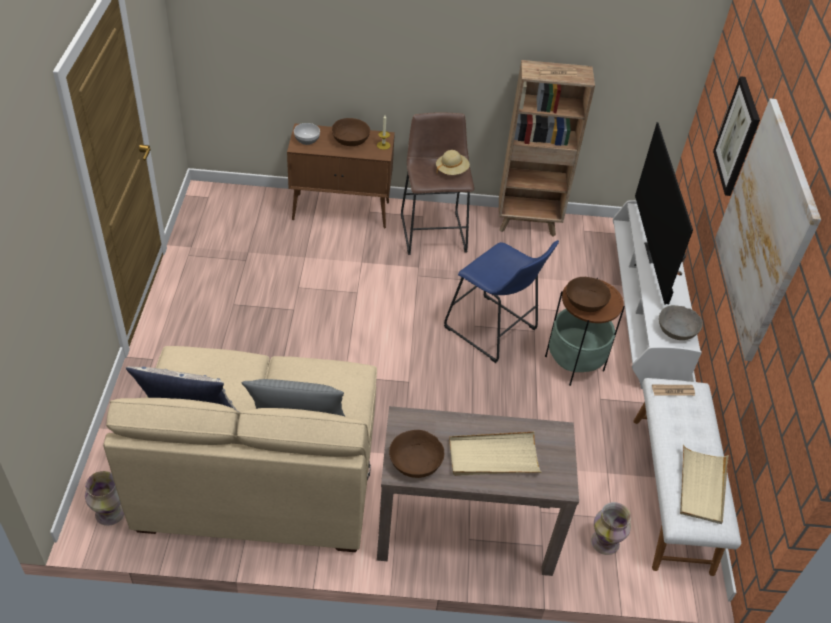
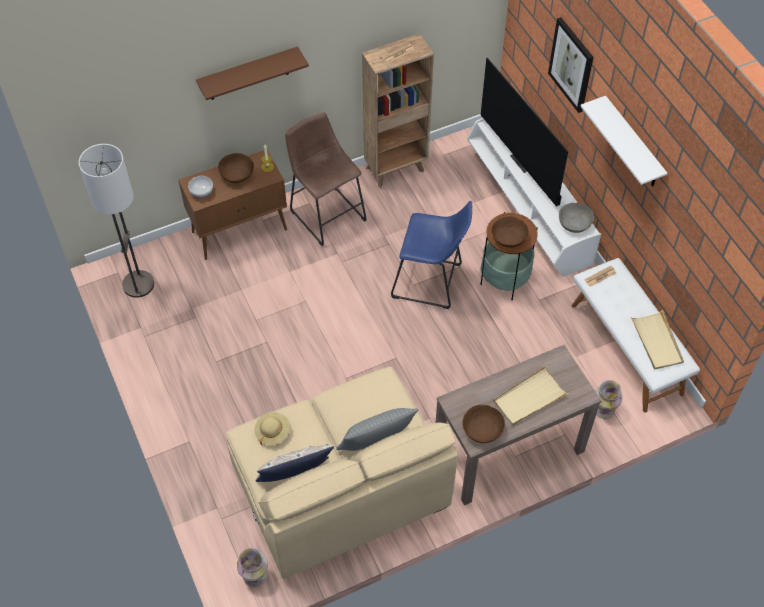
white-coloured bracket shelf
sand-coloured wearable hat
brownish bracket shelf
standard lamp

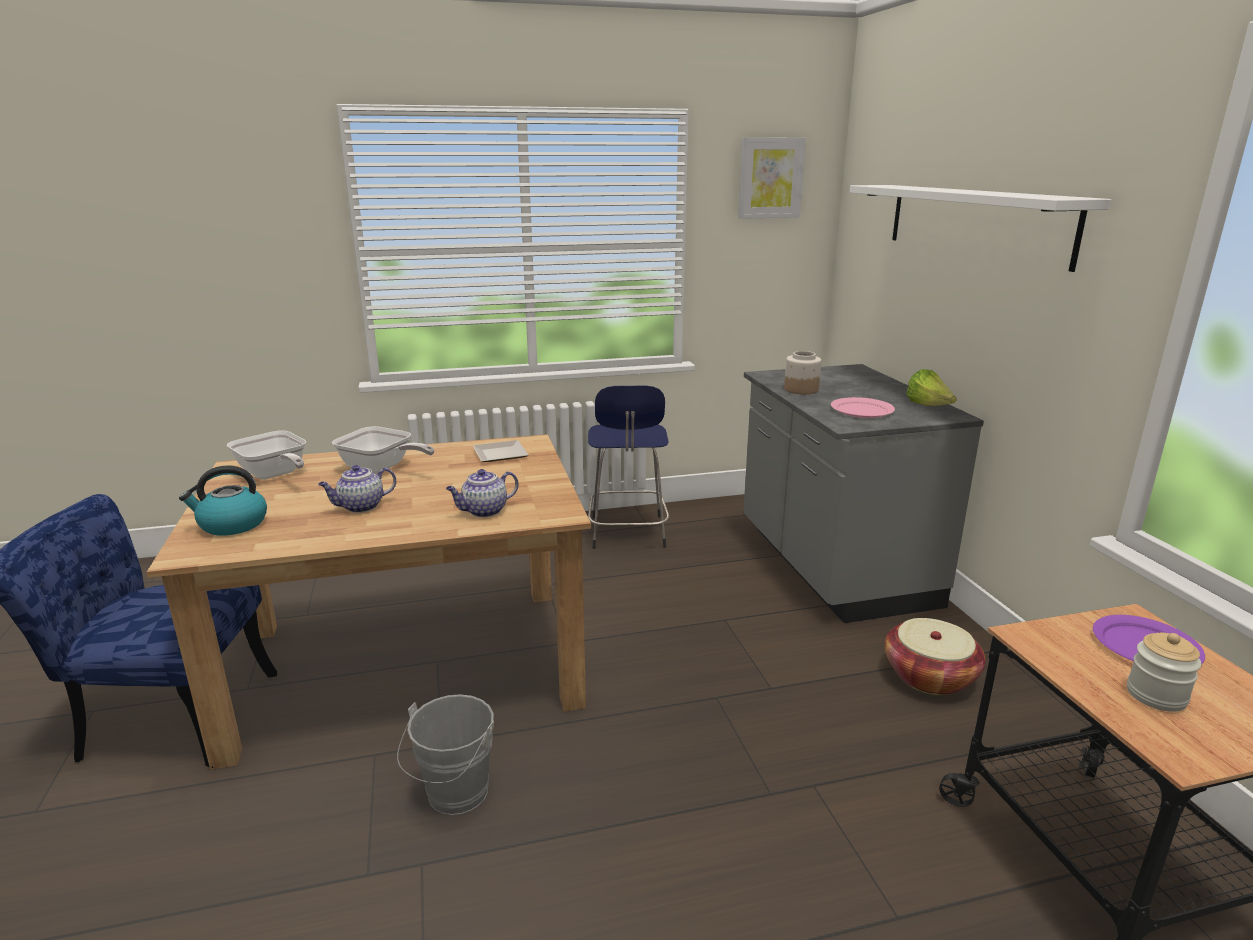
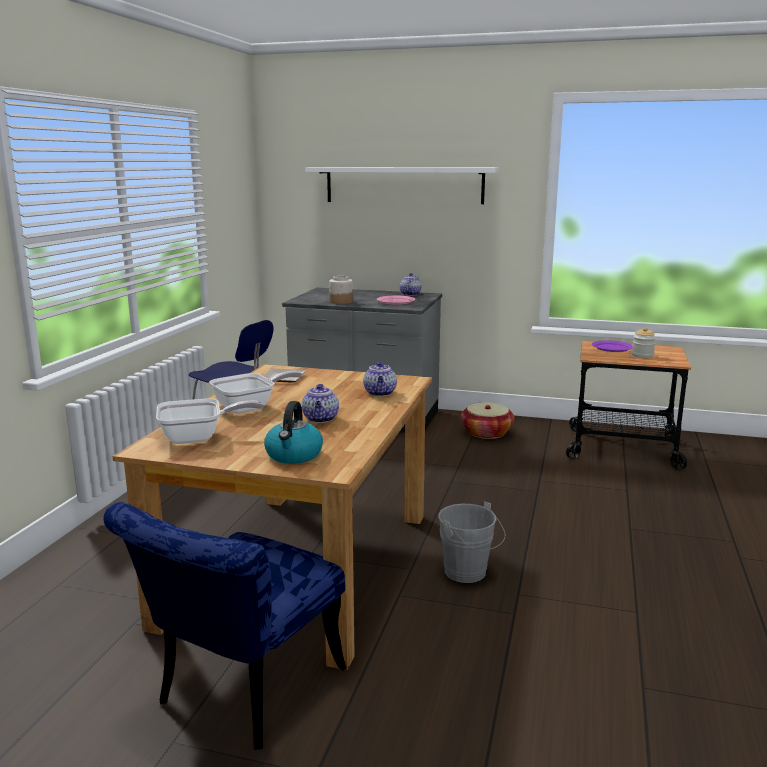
wall picture
teapot (no. 3 from left)

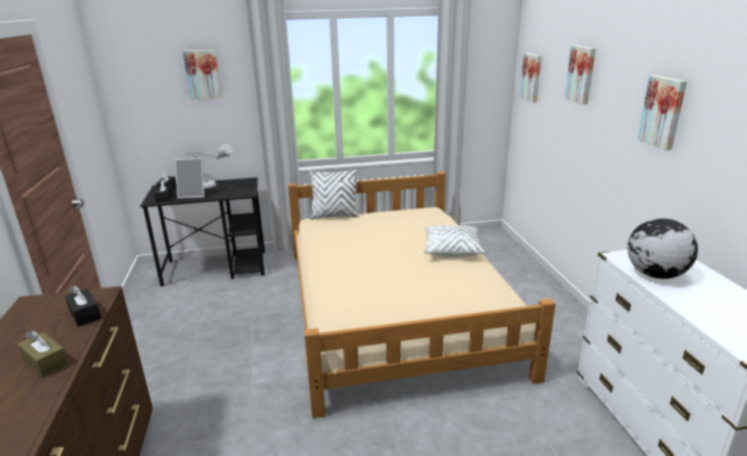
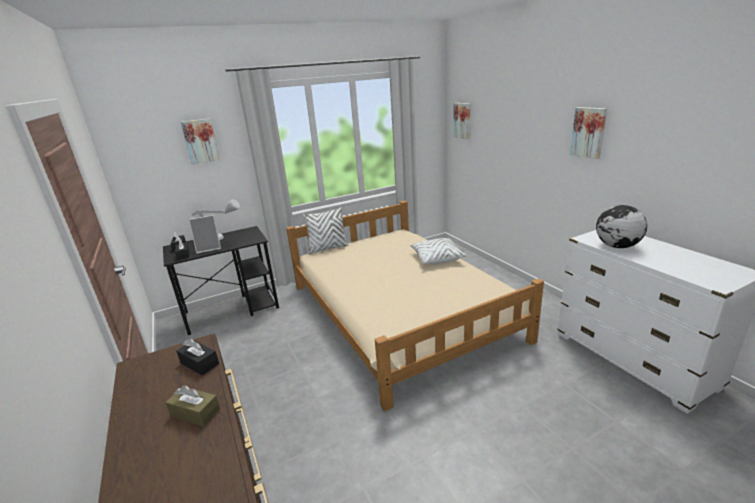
wall picture (no. 3 from left in the first image)

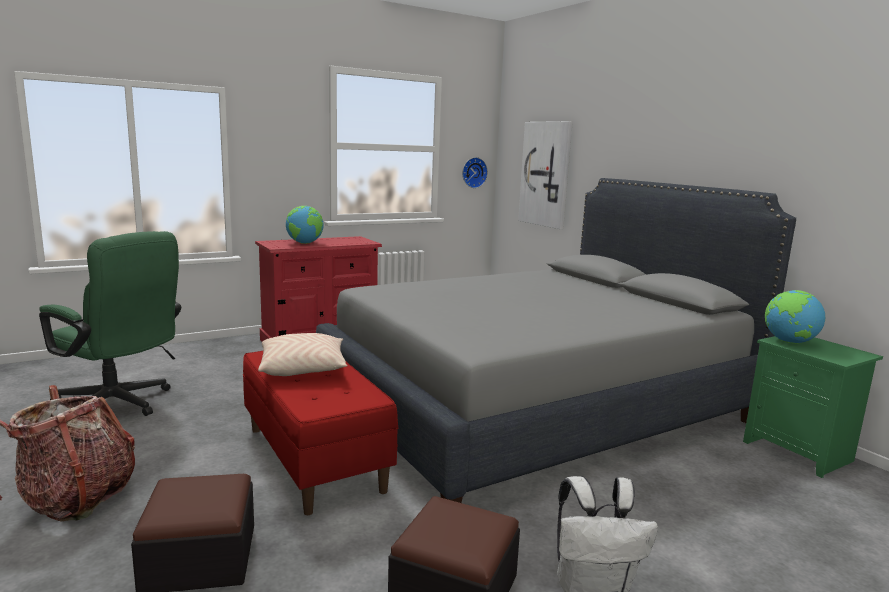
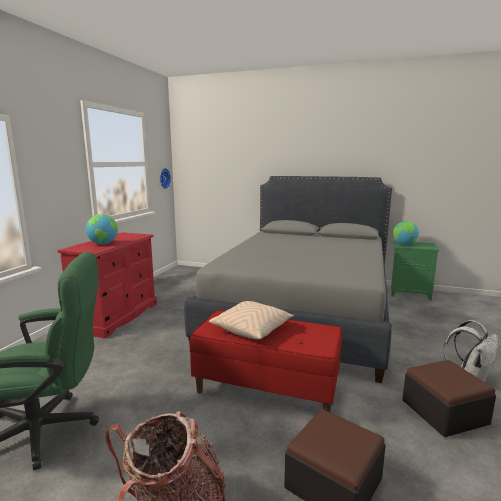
wall picture

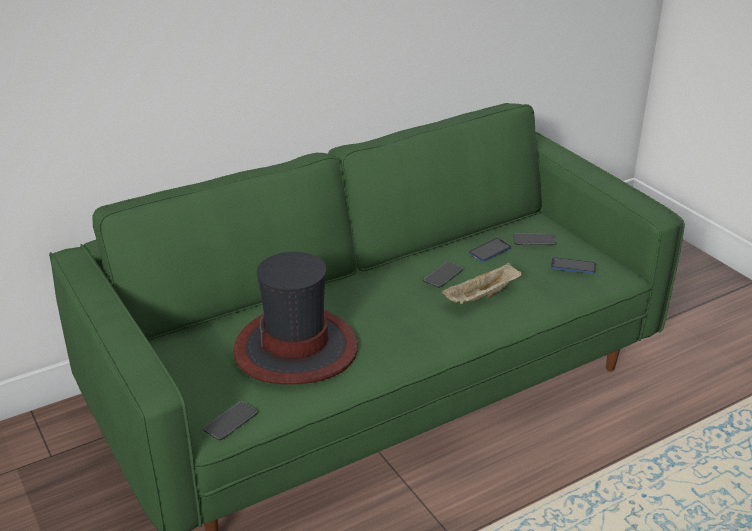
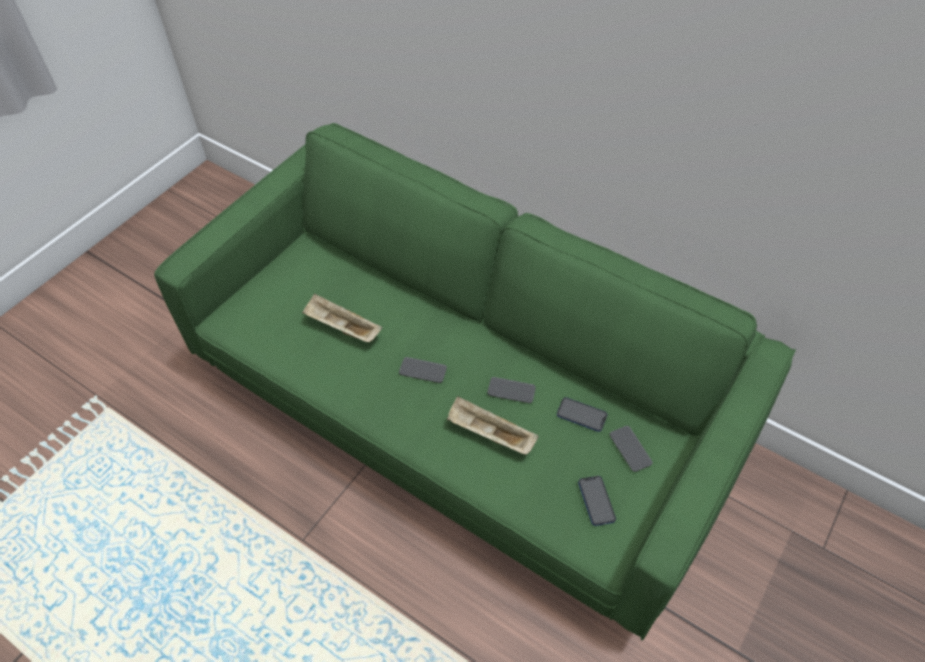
sand-coloured tray (no. 1 from left)
telephone (no. 1 from left)

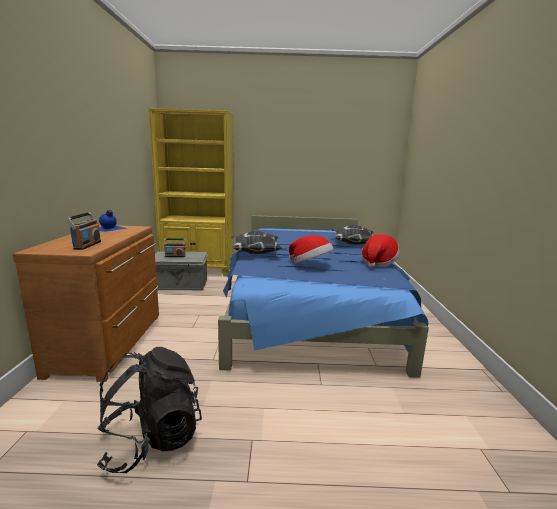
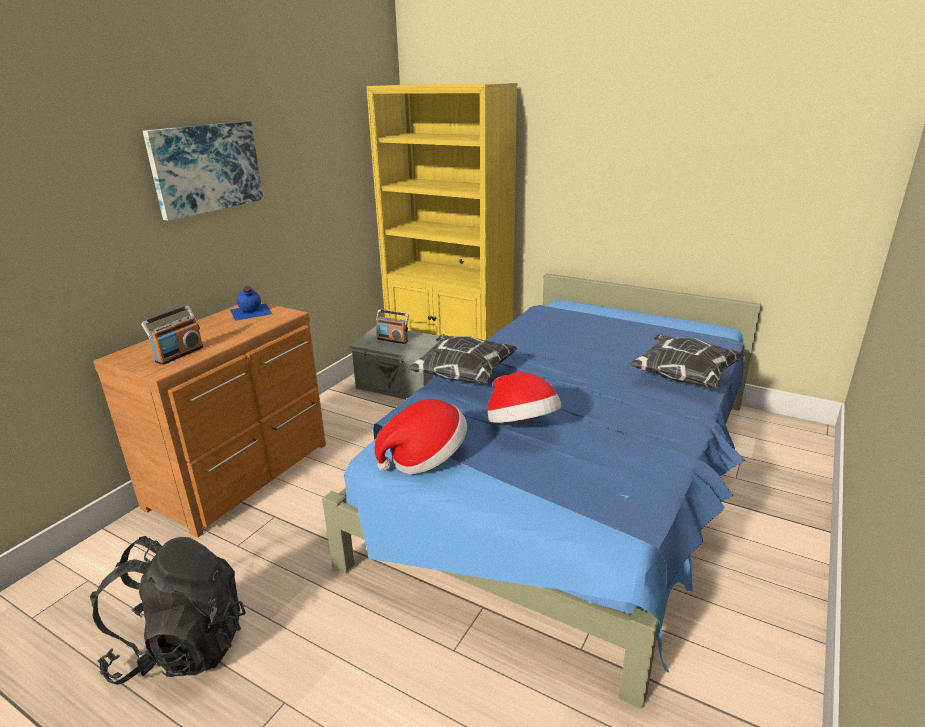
wearable hat (no. 1 from left)
wall picture

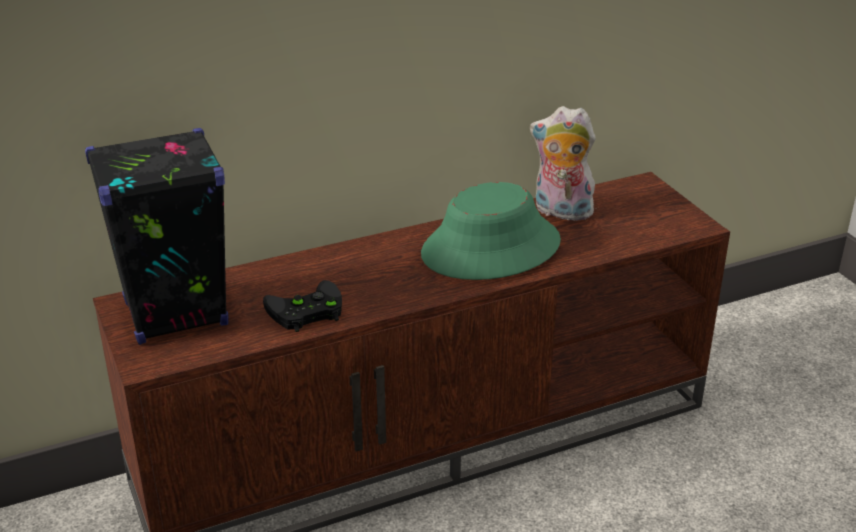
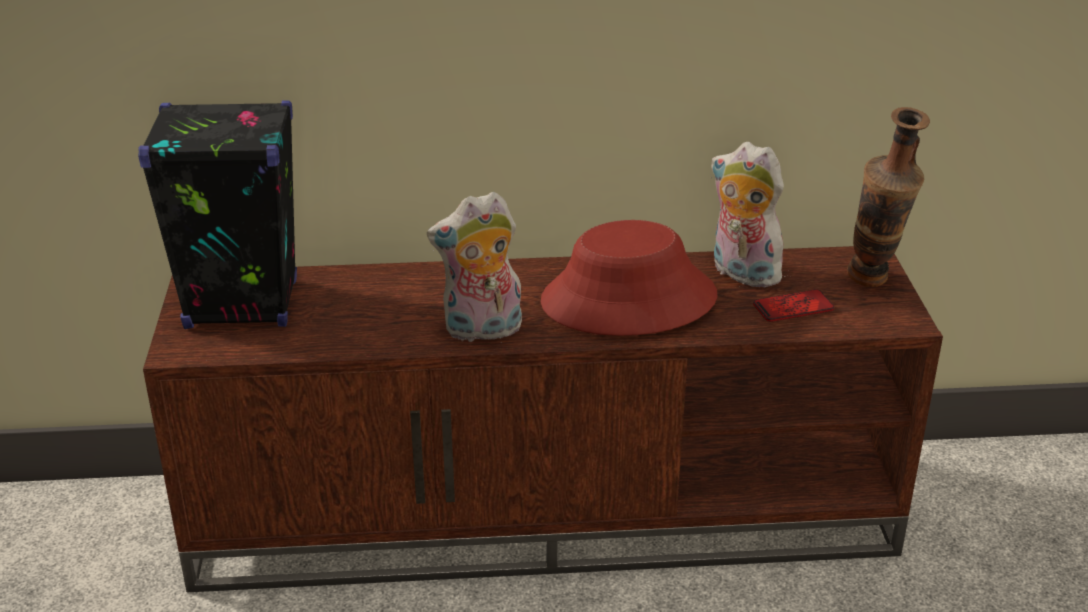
reddish wearable hat
black-coloured game controller
decorative vase
cuddly toy (no. 1 from left)
telephone

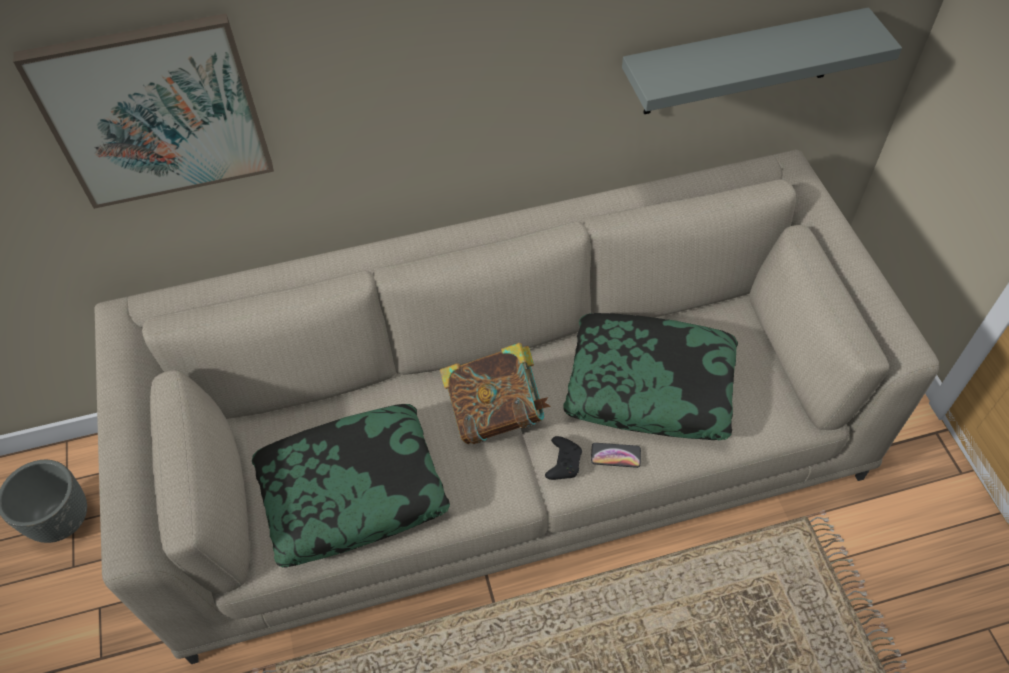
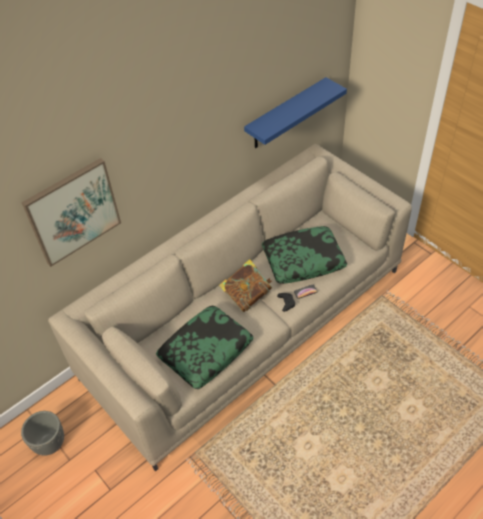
blue bracket shelf

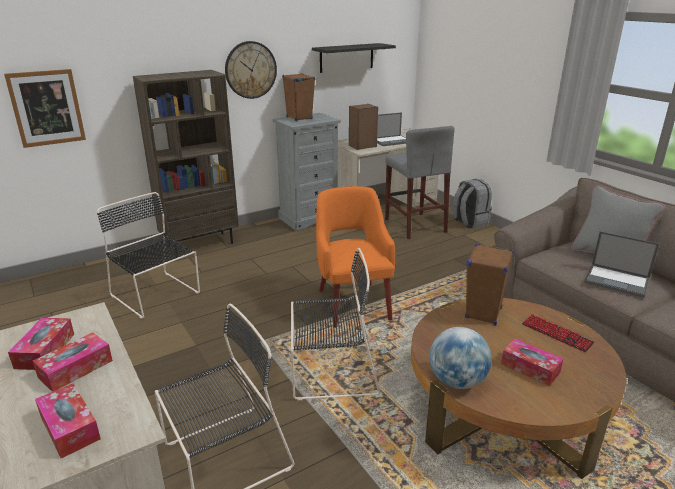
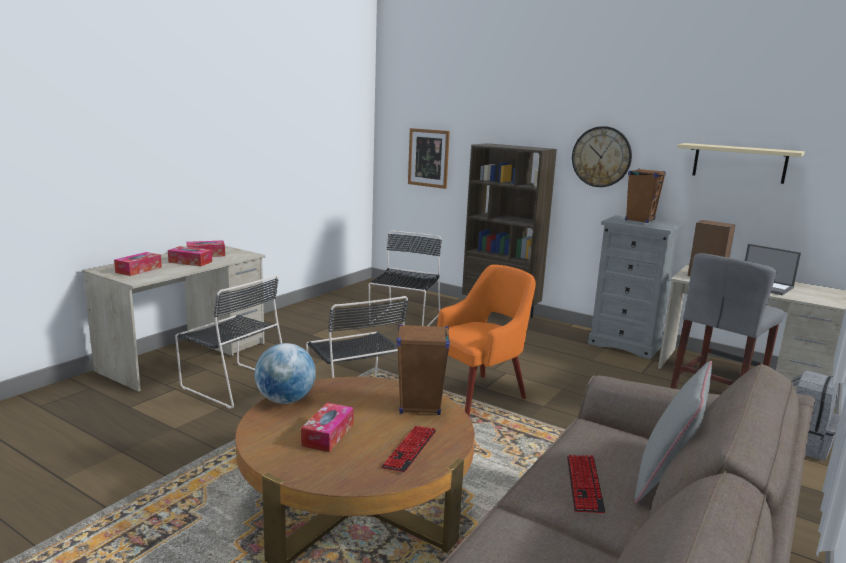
sand-coloured bracket shelf
PC keyboard (no. 2 from left)

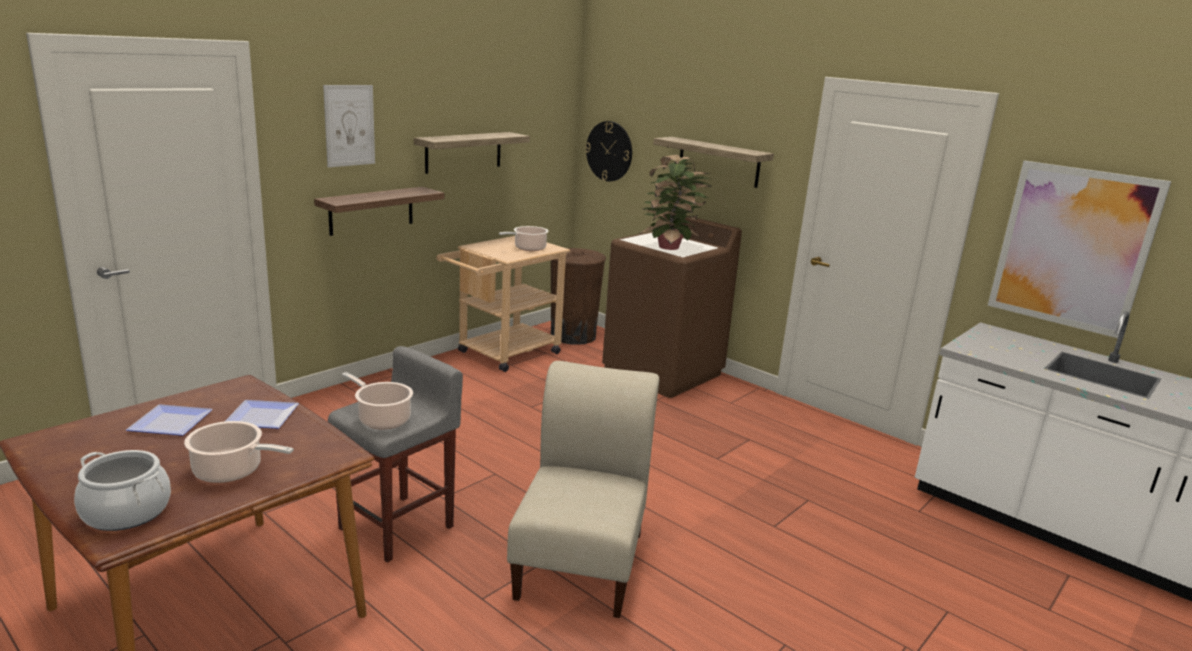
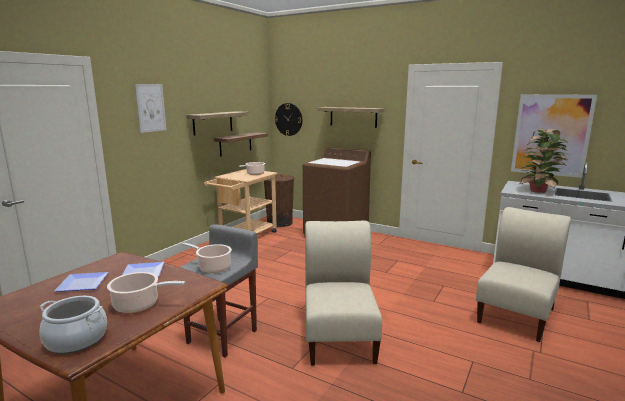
houseplant
bracket shelf (no. 2 from left)
sand-coloured chair (no. 2 from left)

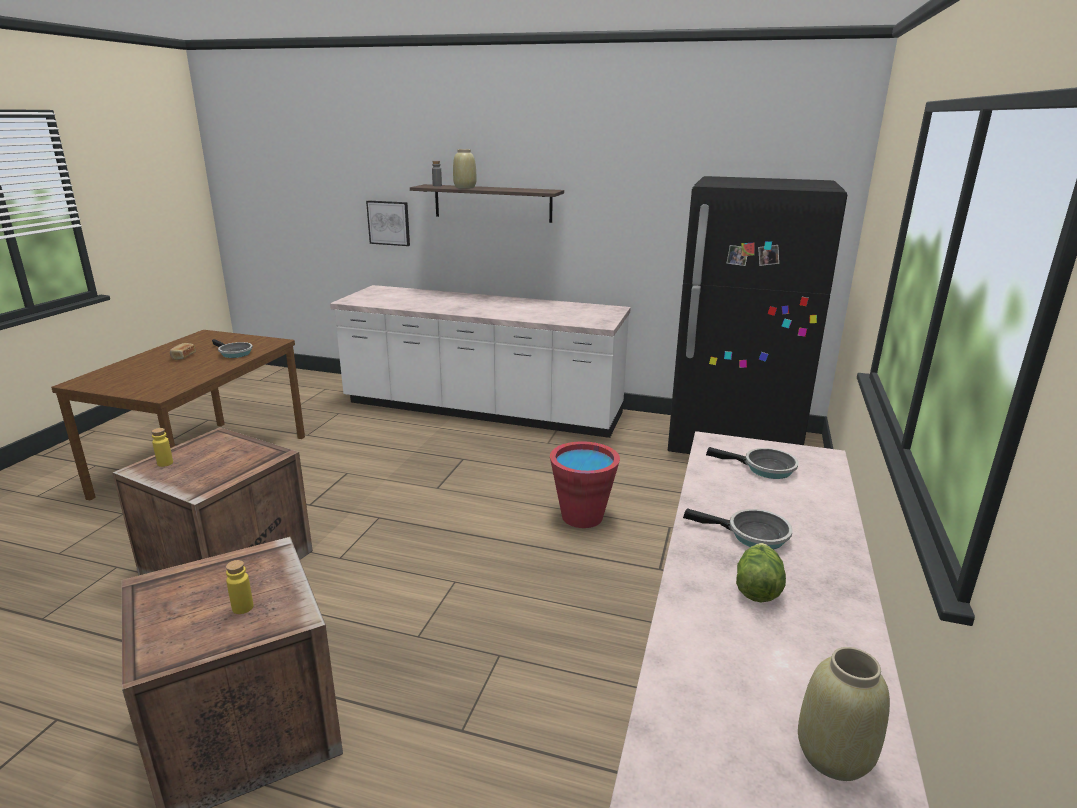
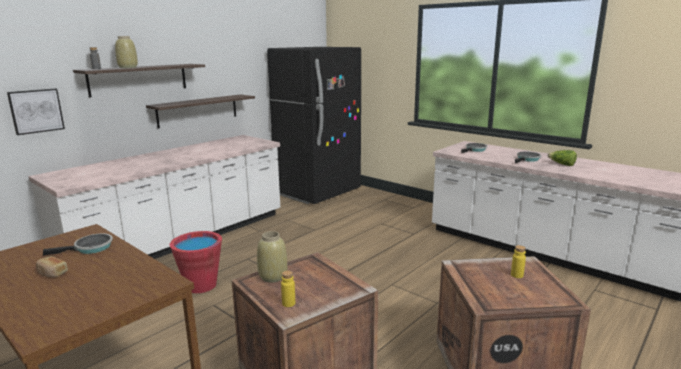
reddish water bucket
sand-coloured decorative vase (no. 2 from left)
bracket shelf (no. 2 from left)

